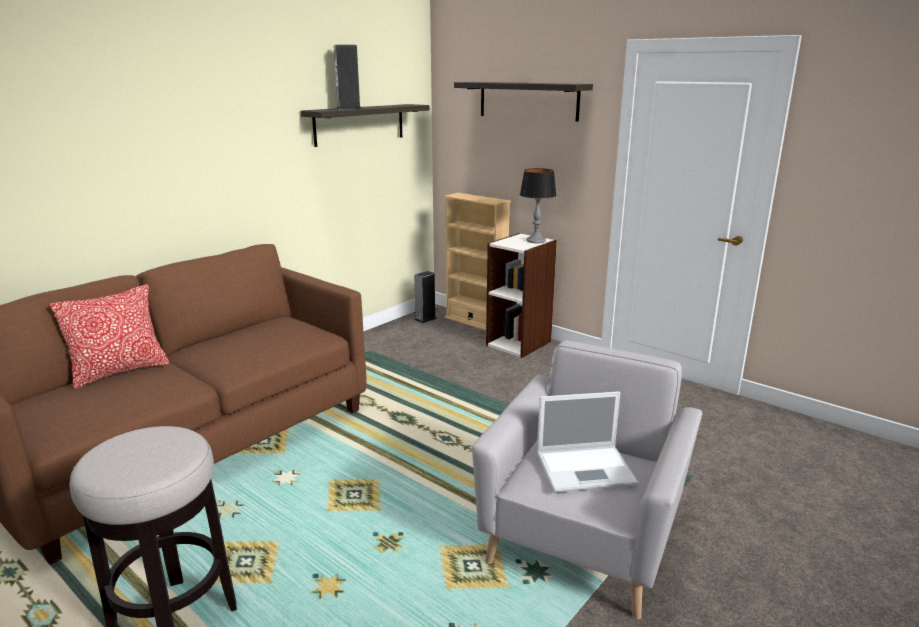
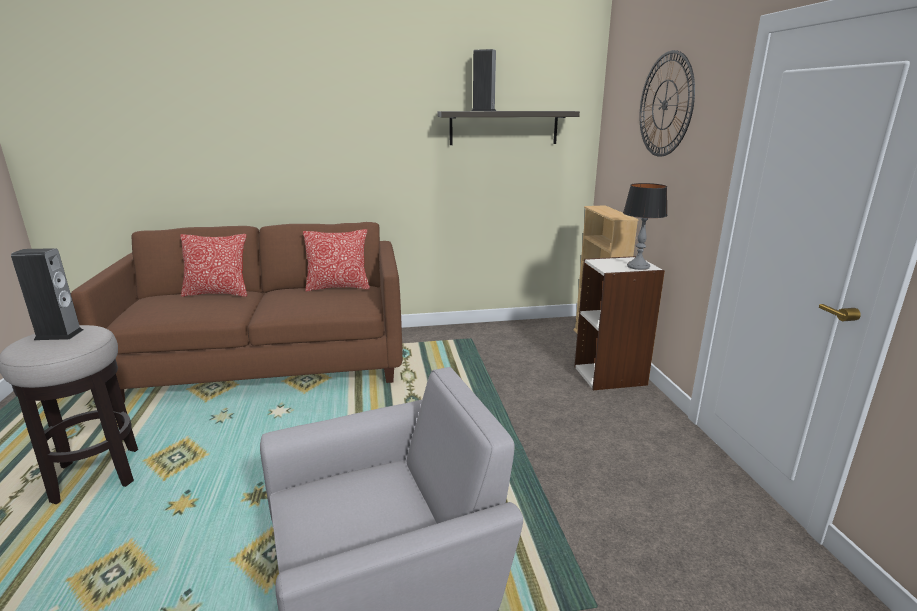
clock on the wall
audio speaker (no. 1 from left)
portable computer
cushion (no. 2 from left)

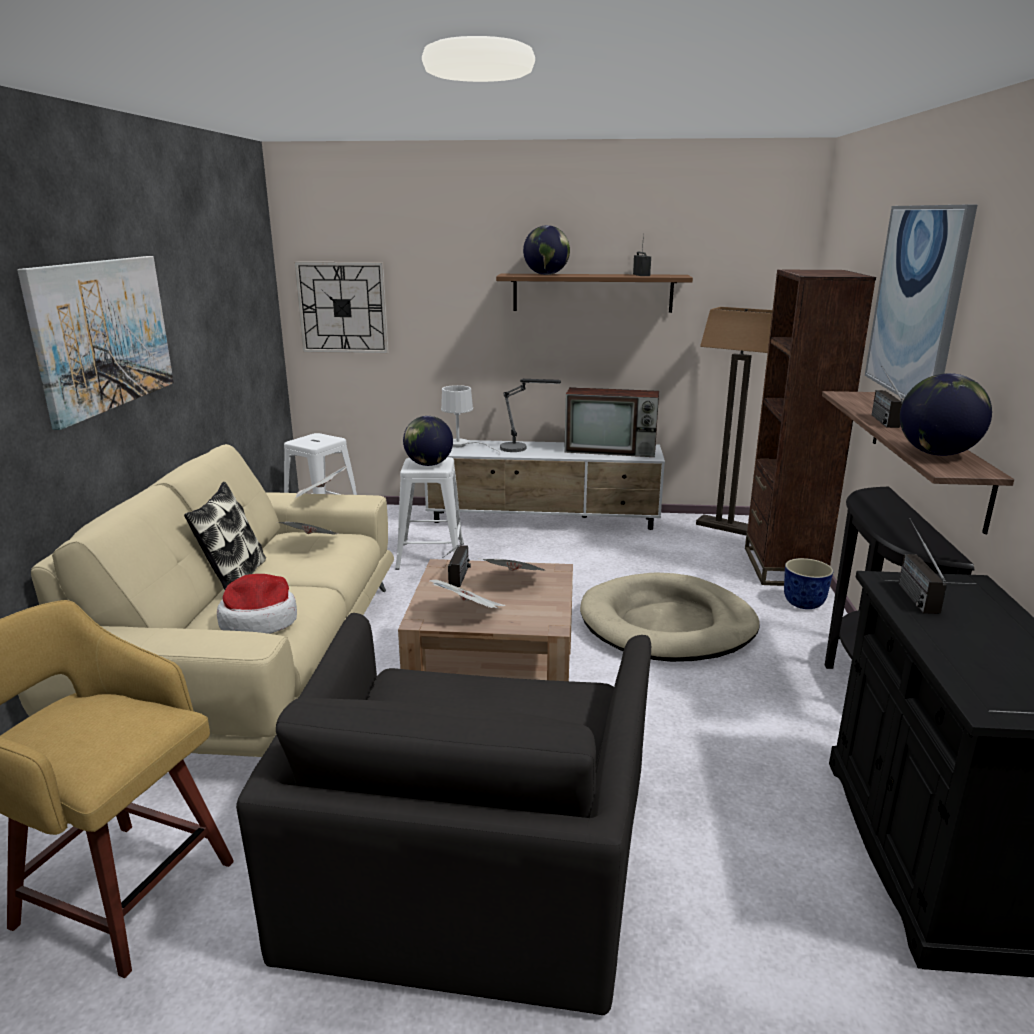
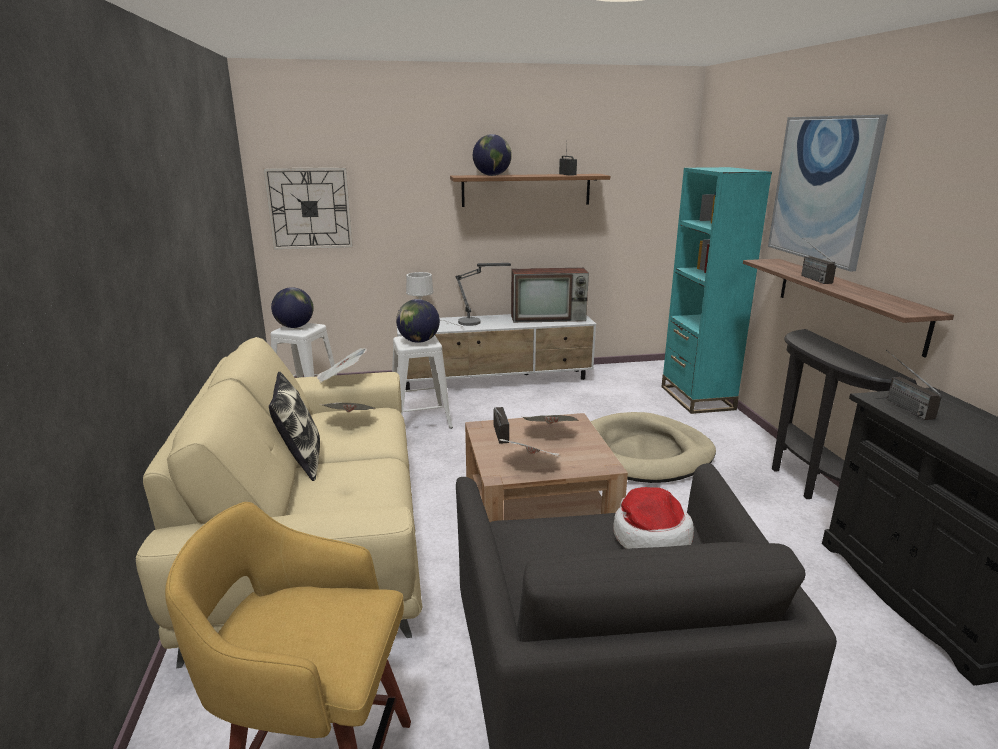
wall picture (no. 1 from left in the first image)
blue-green bookcase
standard lamp
desk globe (no. 1 from left)
flower pot
wearable hat

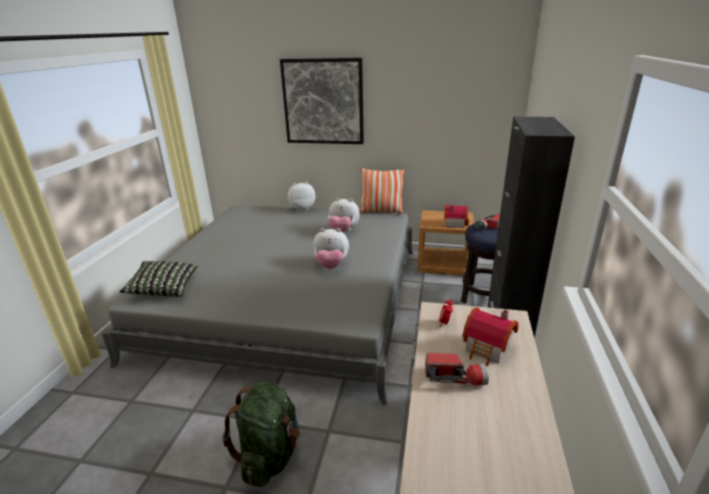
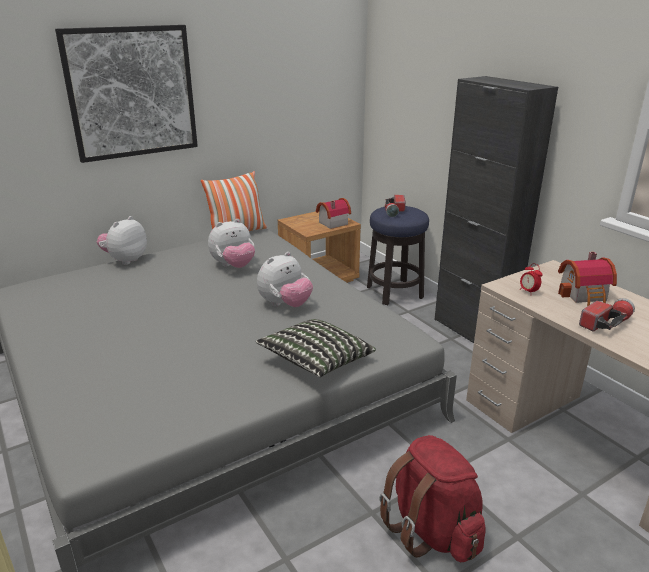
cushion (no. 2 from left)
reddish backpack

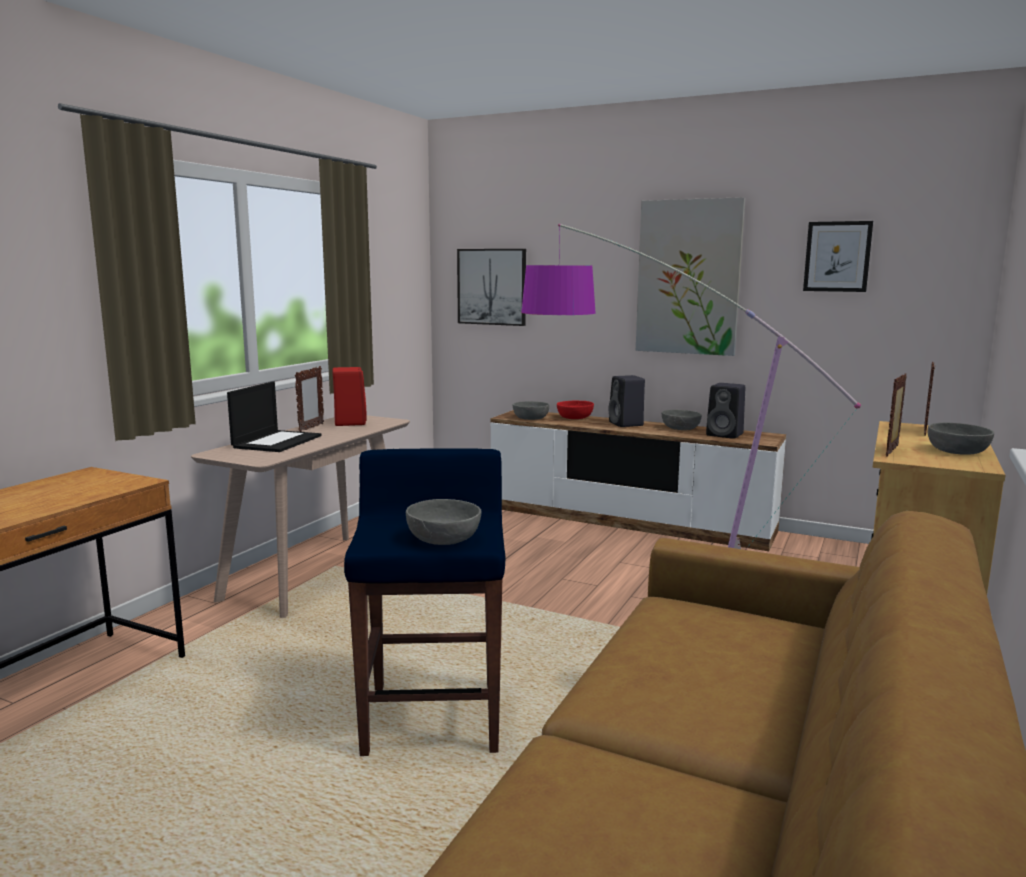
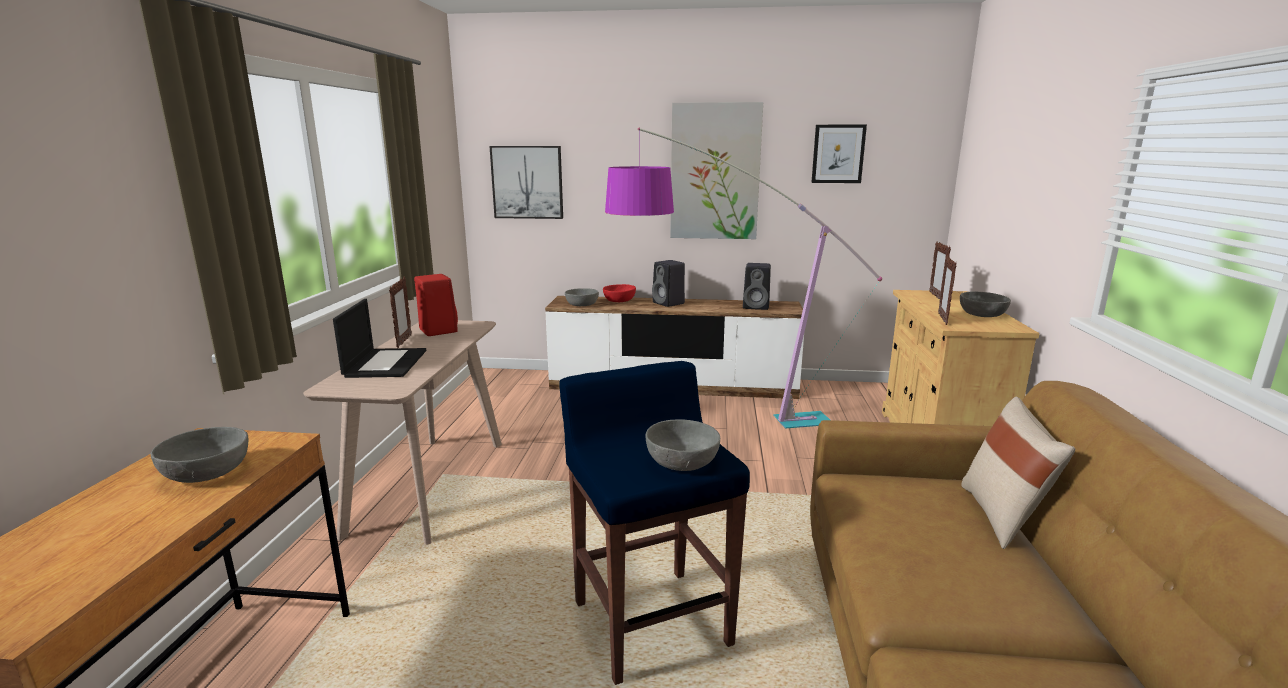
grey serving bowl (no. 1 from left)
sand-coloured cushion

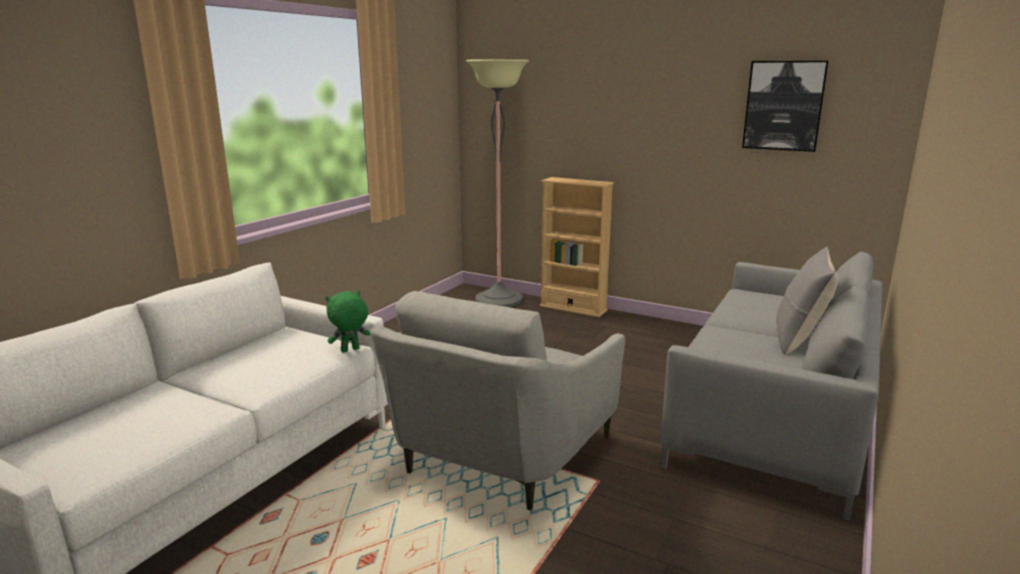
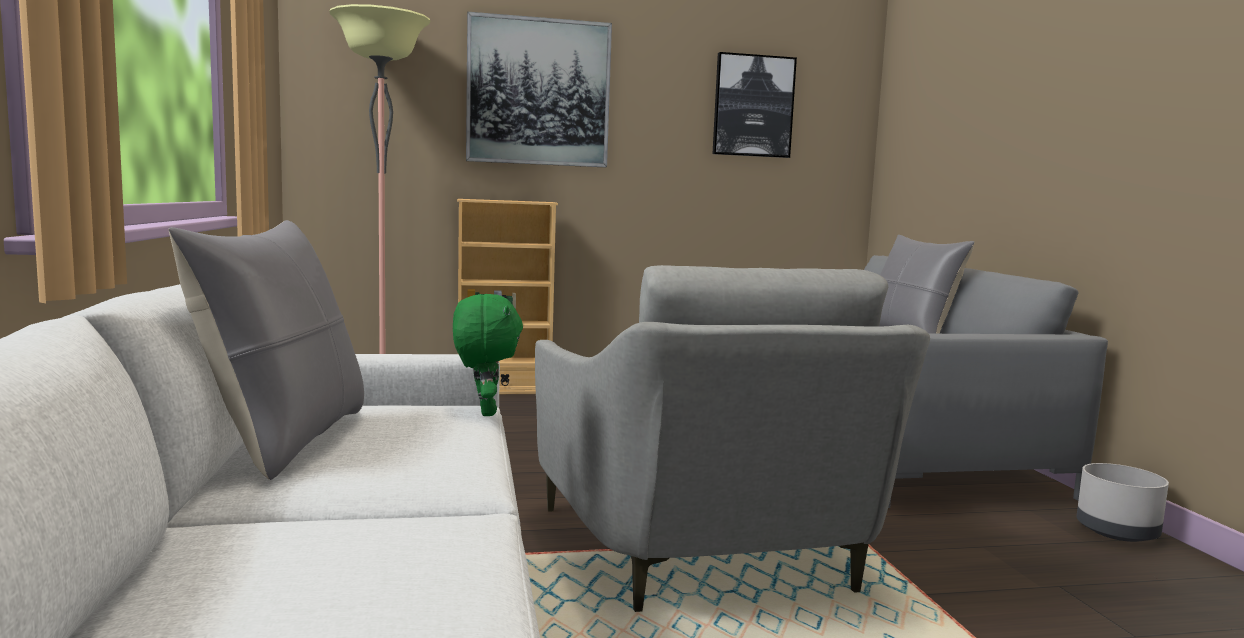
greenish cuddly toy
wall picture (no. 1 from left)
grey cushion (no. 1 from left)
grey flower pot

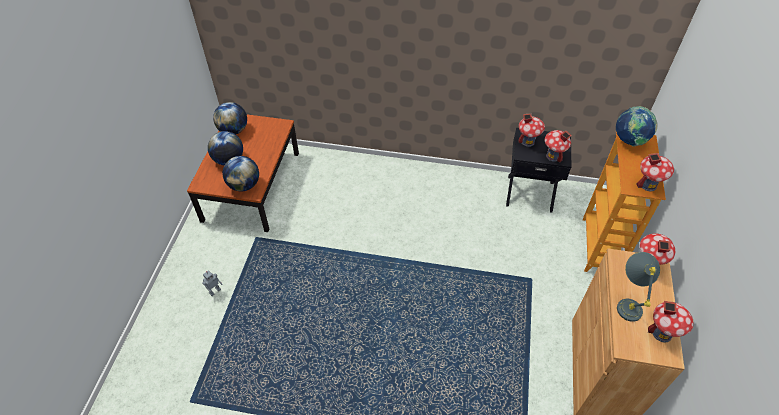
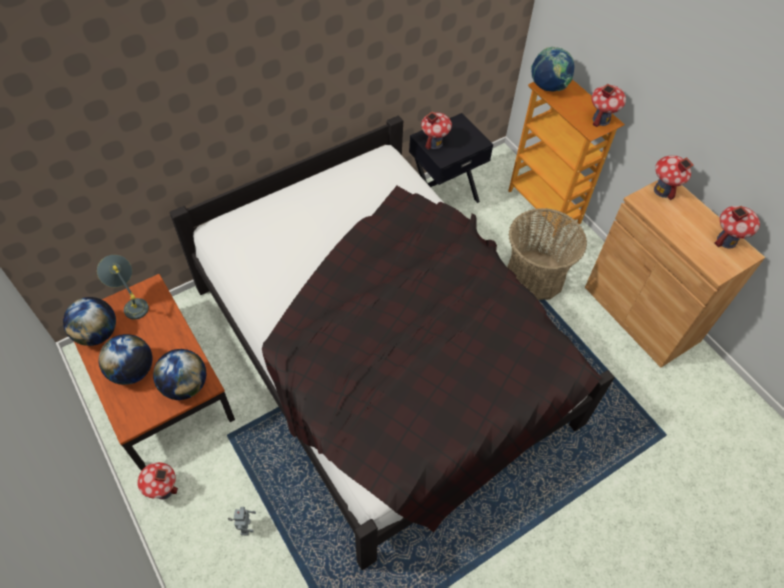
model house (no. 1 from left)
grey tabletop lamp
black-coloured sleeping bed
storage basket

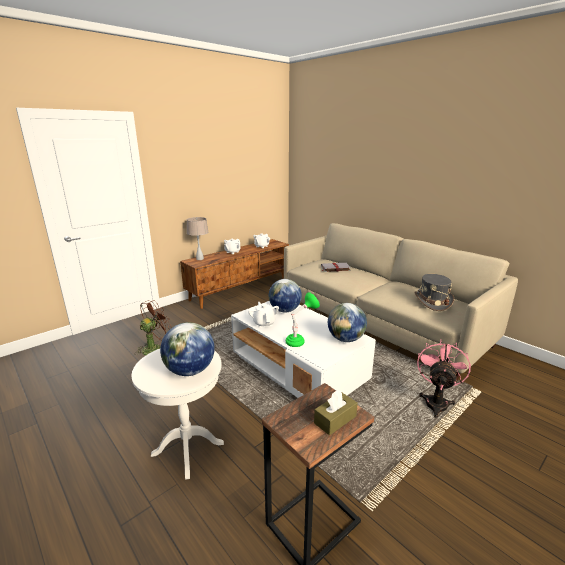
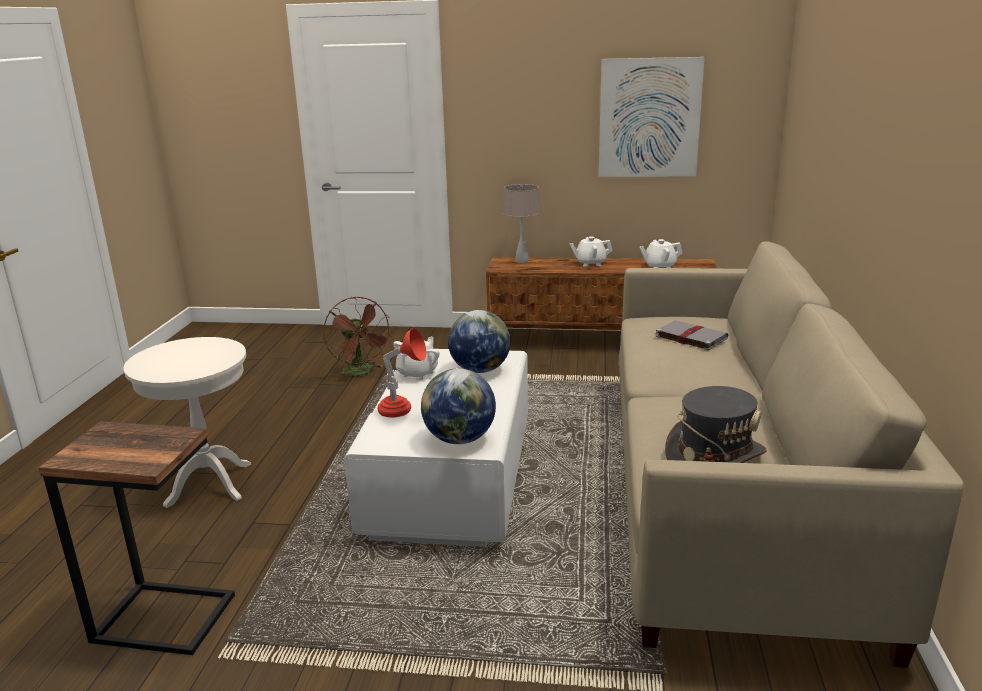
reddish tabletop lamp
brownish fan
desk globe (no. 1 from left in the first image)
pink fan
brownish box of tissues
wall picture

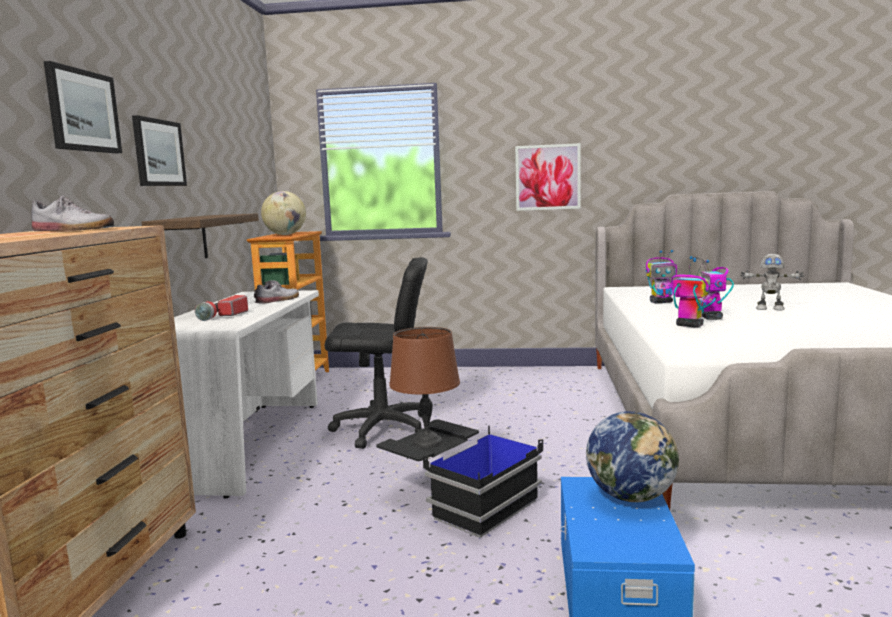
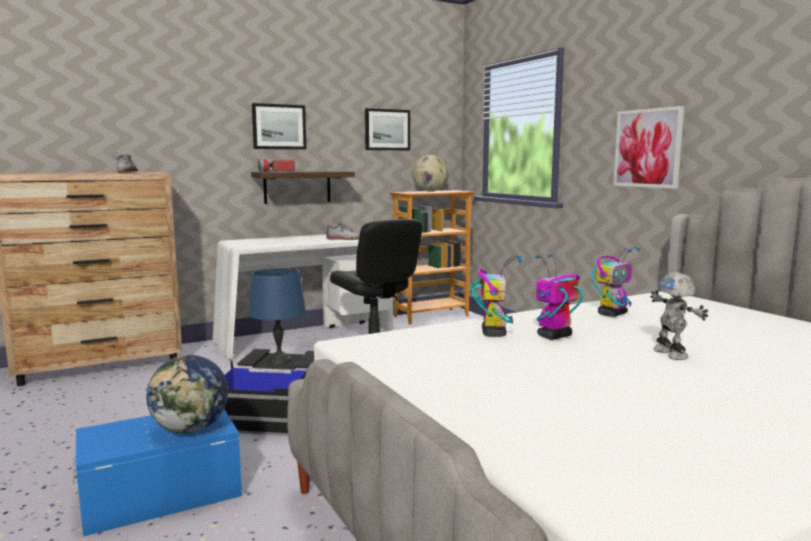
wall picture (no. 2 from left)
model robot (no. 3 from left)
hand torch
blue tabletop lamp

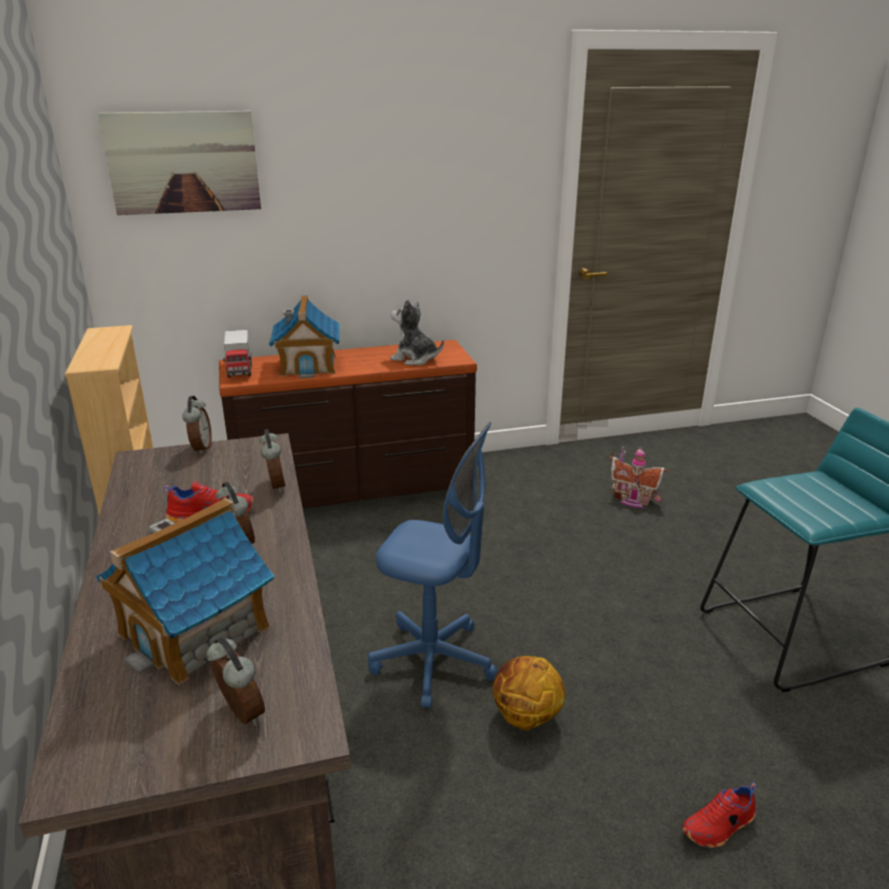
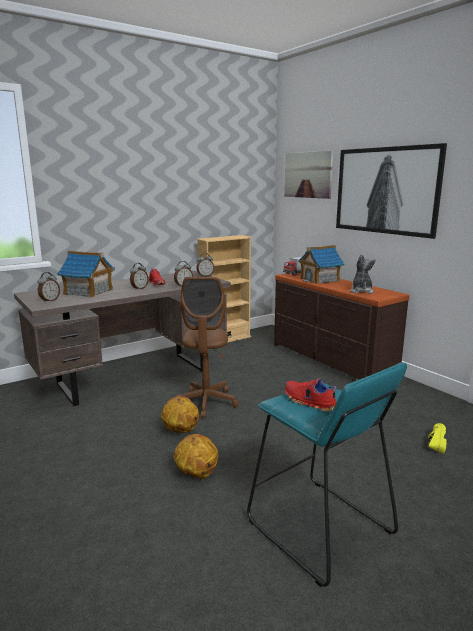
brownish desk chair
yellow shoe
reddish shoe (no. 2 from left)
wall picture (no. 2 from left)
ball for basketball (no. 2 from left)

